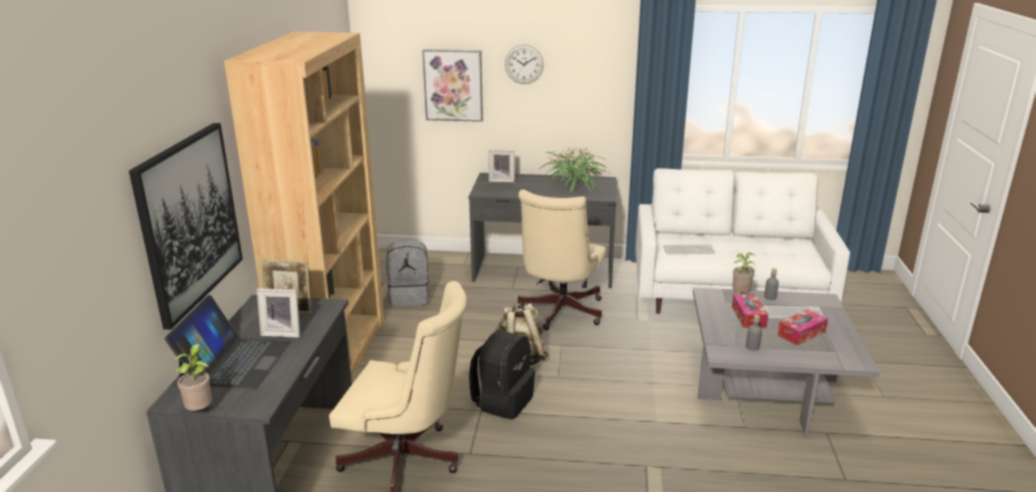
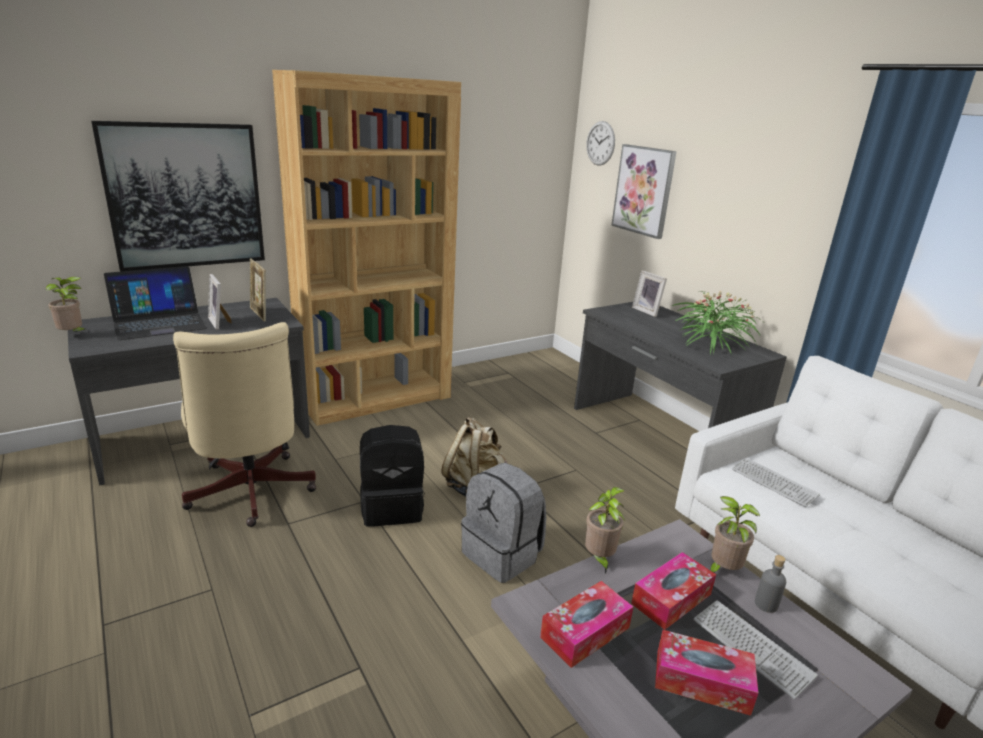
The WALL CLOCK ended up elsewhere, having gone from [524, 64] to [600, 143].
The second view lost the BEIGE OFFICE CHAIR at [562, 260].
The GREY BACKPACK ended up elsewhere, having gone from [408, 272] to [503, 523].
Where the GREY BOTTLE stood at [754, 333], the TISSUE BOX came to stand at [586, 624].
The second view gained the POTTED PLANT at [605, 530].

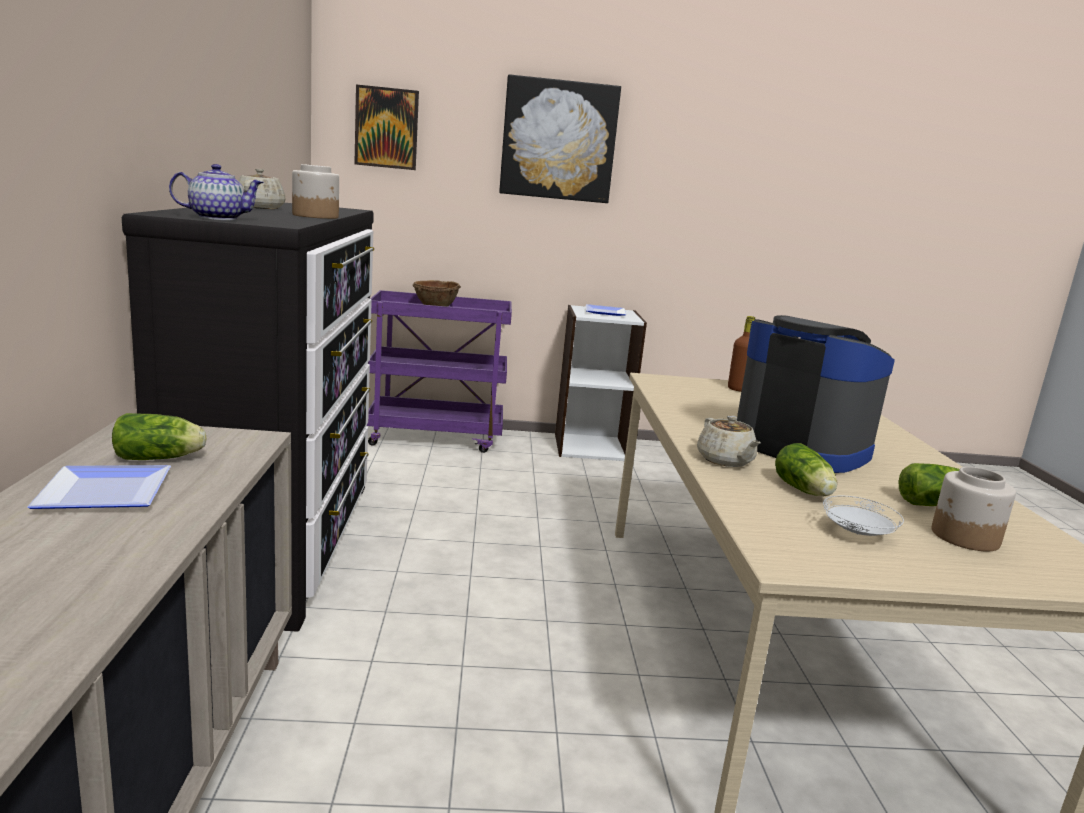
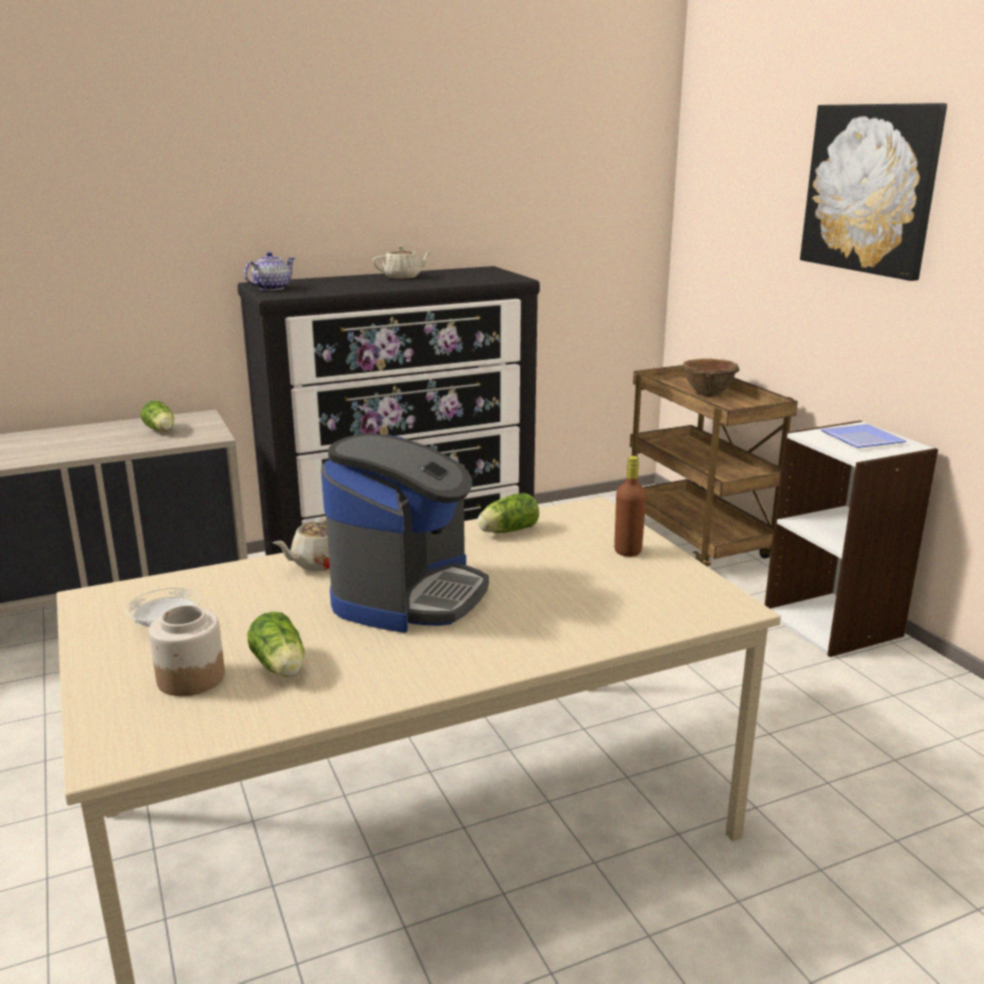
The second view lost the PICTURE at [386, 127].
The TEAPOT at [216, 192] ended up facing another way, 105 degrees counterclockwise from before.
The second view lost the JAR at [315, 191].
What was the PURPLE CART at [439, 371] turned into the BROWN CART at [714, 466].
The LETTUCE ended up elsewhere, having gone from [806, 469] to [508, 513].
The second view lost the PLATE at [99, 487].

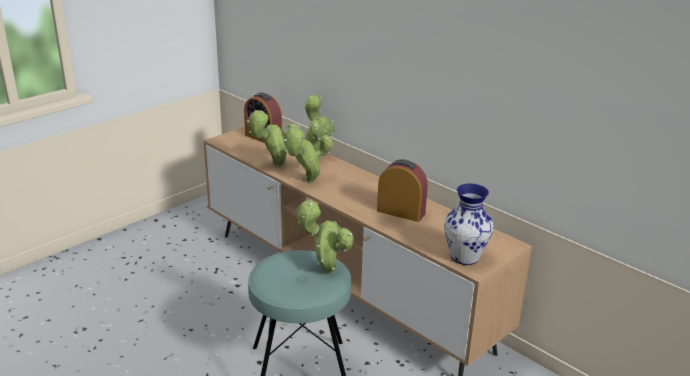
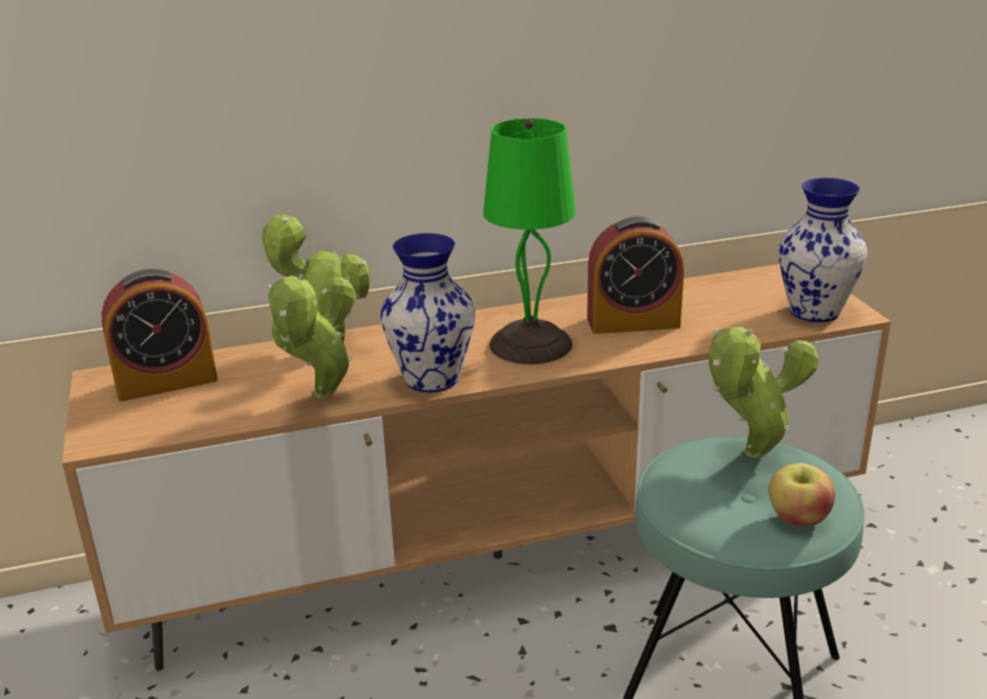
Where the POTTED PLANT stood at [308, 155], the VASE came to stand at [427, 313].
The ALARM CLOCK at [402, 190] ended up facing another way, 150 degrees counterclockwise from before.
The second view gained the GREEN TABLE LAMP at [529, 241].
The second view gained the APPLE at [801, 494].

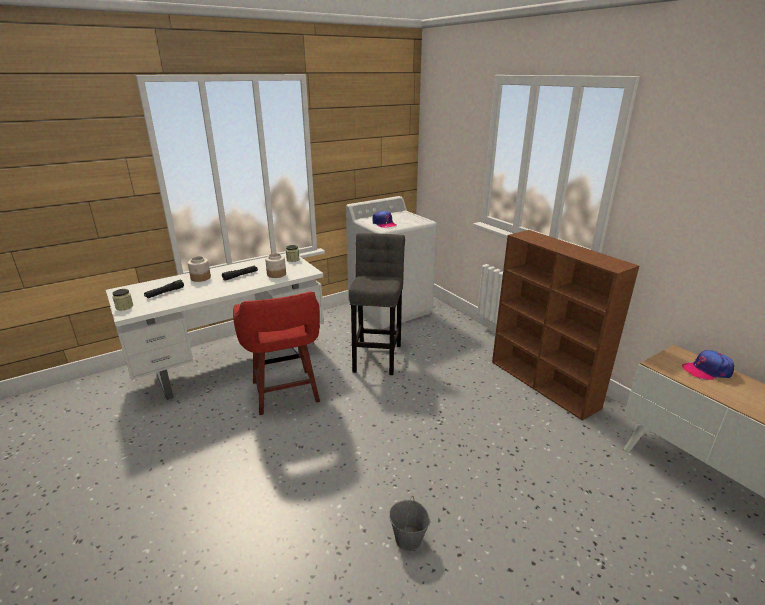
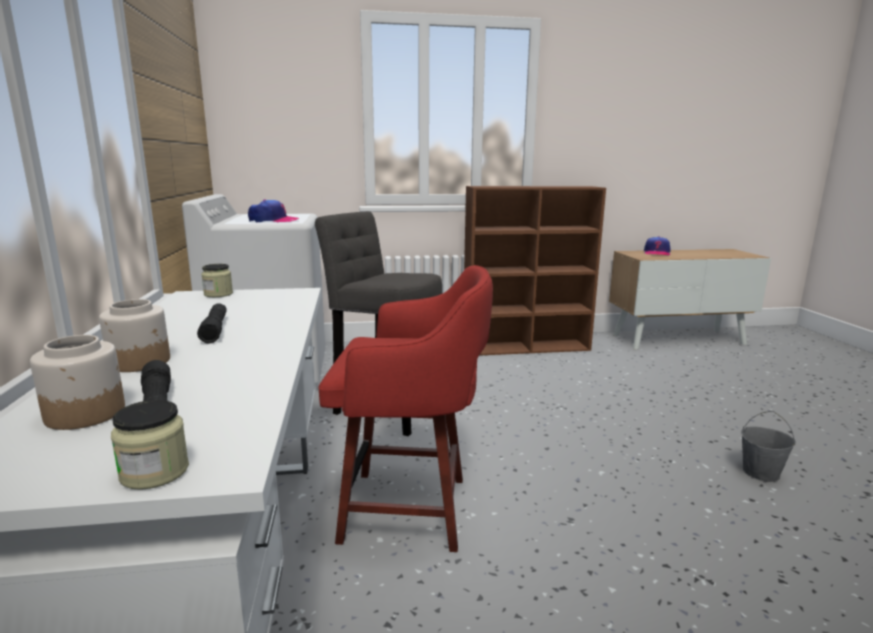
The JAR ended up elsewhere, having gone from [275, 265] to [77, 382].

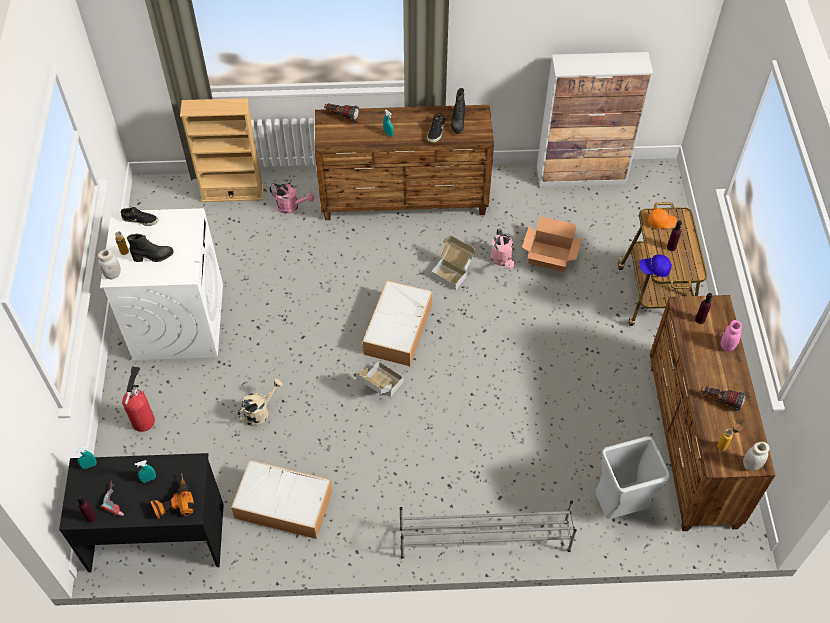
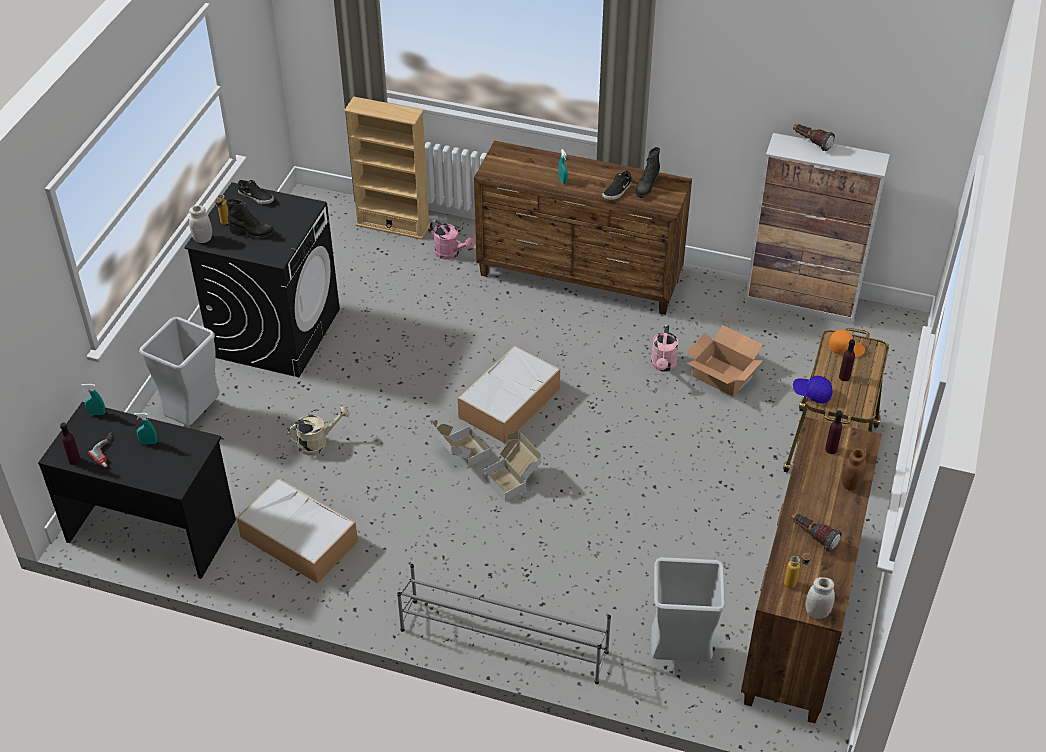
The FLASHLIGHT ended up elsewhere, having gone from [341, 113] to [814, 137].
What was the WHITE WASHING MACHINE at [161, 284] turned into the BLACK WASHING MACHINE at [262, 279].
The CARDBOARD BOX ended up elsewhere, having gone from [453, 263] to [512, 466].
What was the PINK JAR at [731, 336] turned into the BROWN JAR at [854, 469].
Where the FIRE EXTINGUISHER stood at [138, 399], the GREY TRASH CAN came to stand at [179, 371].
The second view lost the POWER DRILL at [172, 496].

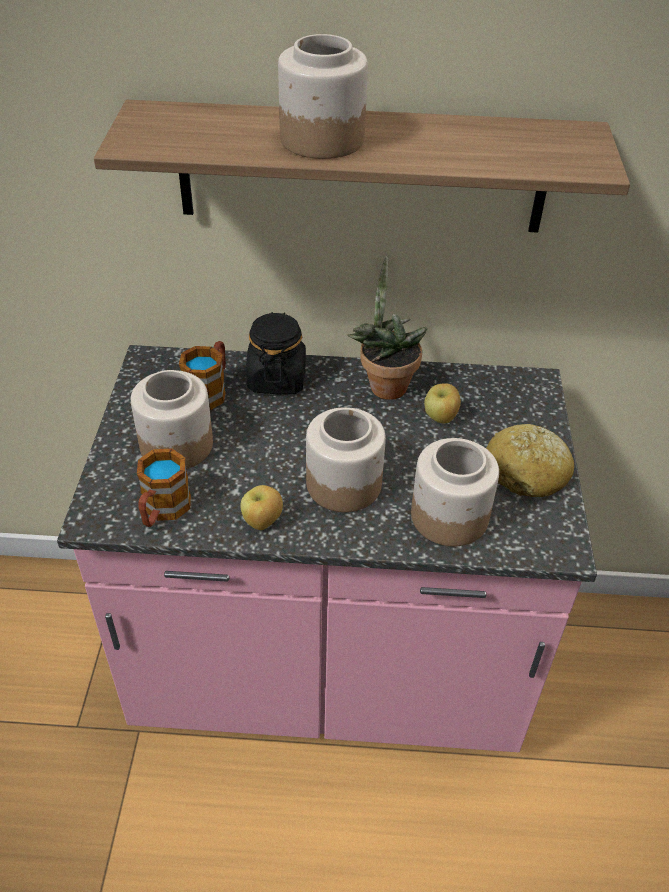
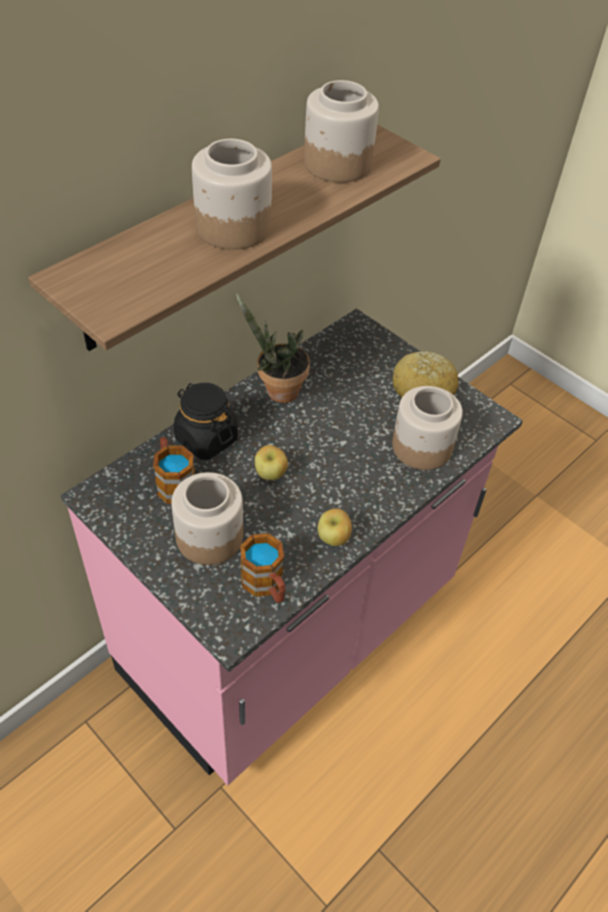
The APPLE ended up elsewhere, having gone from [442, 403] to [271, 462].
The JAR ended up elsewhere, having gone from [346, 459] to [341, 131].

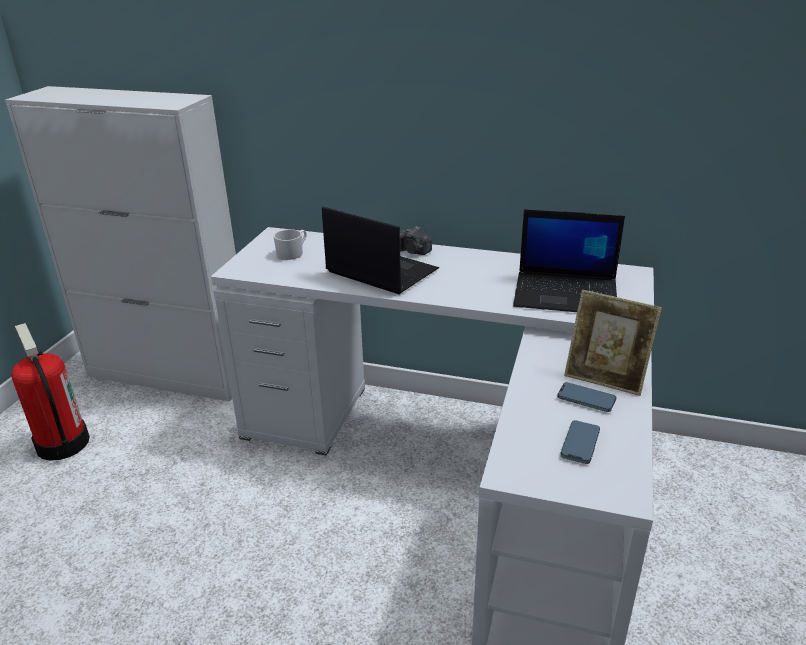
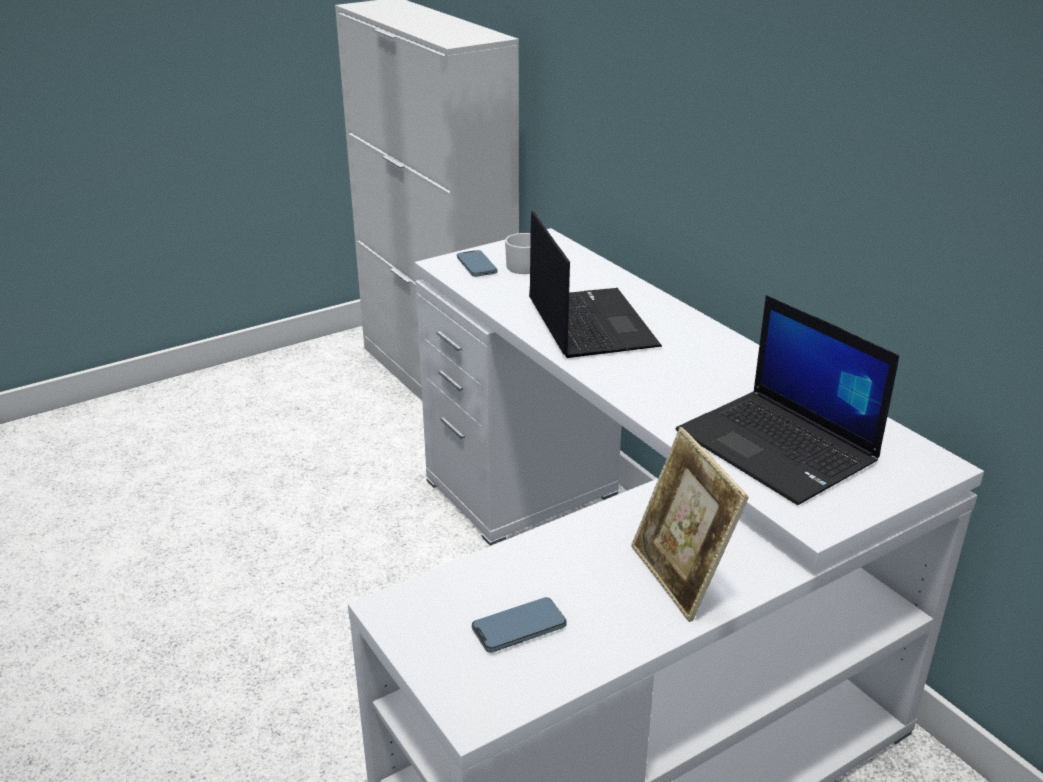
The second view lost the PHOTO CAMERA at [416, 240].
The second view lost the FIRE EXTINGUISHER at [50, 392].
The PHONE ended up elsewhere, having gone from [586, 397] to [477, 263].

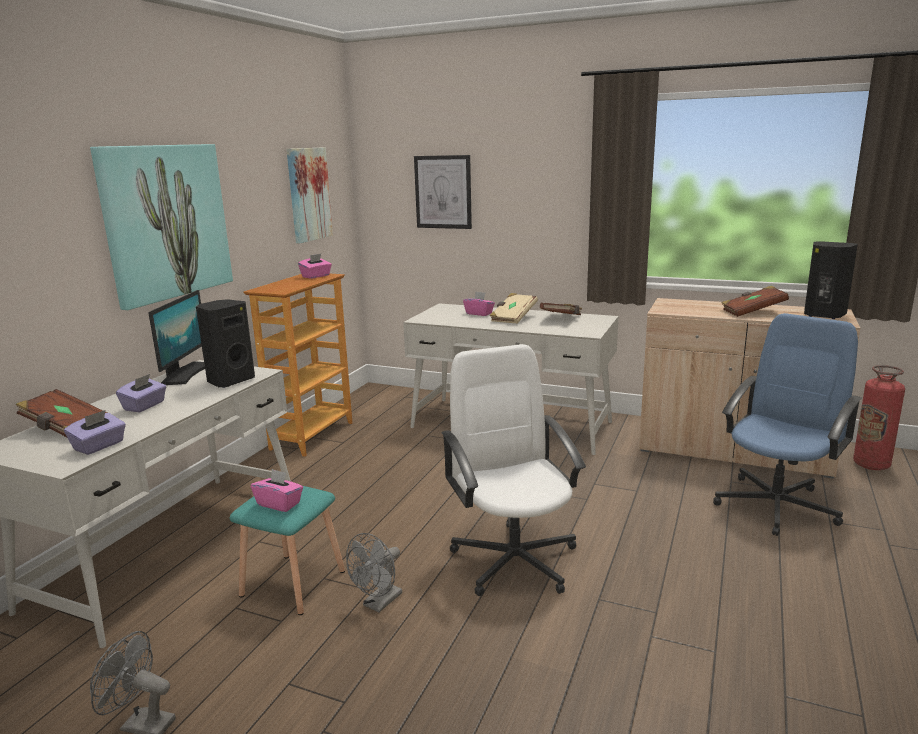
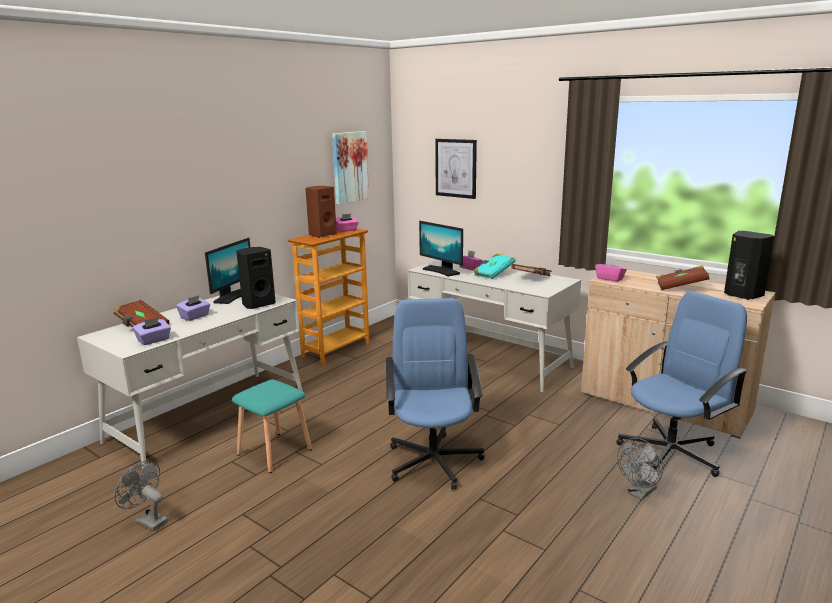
The second view lost the PICTURE at [161, 227].
What was the BEIGE BOOK at [513, 308] turned into the TURQUOISE BOOK at [494, 266].
What was the WHITE OFFICE CHAIR at [513, 470] turned into the BLUE OFFICE CHAIR at [435, 394].
The second view lost the FIRE EXTINGUISHER at [879, 417].
The PINK TISSUE BOX ended up elsewhere, having gone from [277, 490] to [611, 269].
The GREY FAN ended up elsewhere, having gone from [374, 573] to [640, 469].
The second view gained the BROWN SPEAKER at [321, 212].
The second view gained the MONITOR at [441, 248].

